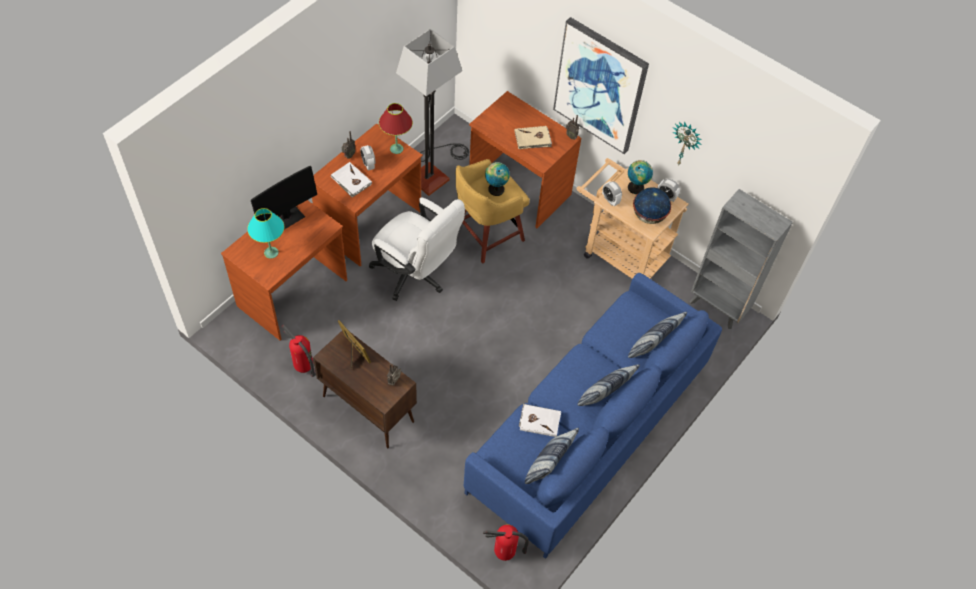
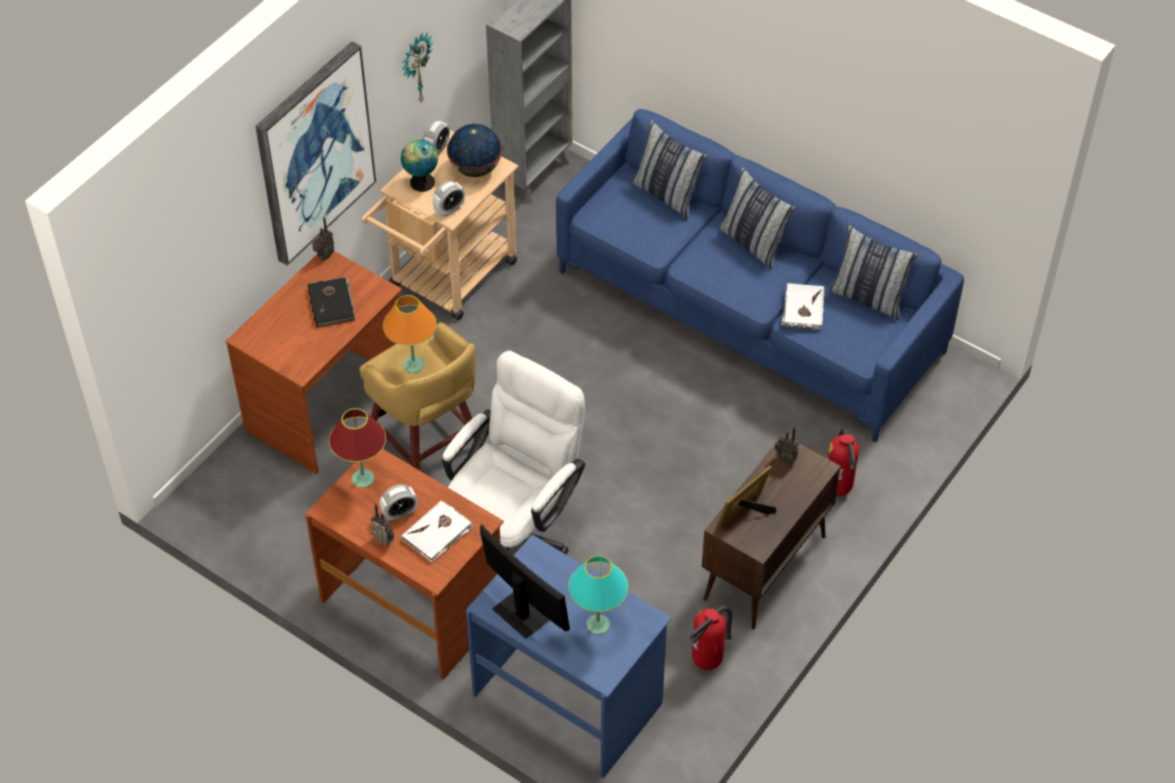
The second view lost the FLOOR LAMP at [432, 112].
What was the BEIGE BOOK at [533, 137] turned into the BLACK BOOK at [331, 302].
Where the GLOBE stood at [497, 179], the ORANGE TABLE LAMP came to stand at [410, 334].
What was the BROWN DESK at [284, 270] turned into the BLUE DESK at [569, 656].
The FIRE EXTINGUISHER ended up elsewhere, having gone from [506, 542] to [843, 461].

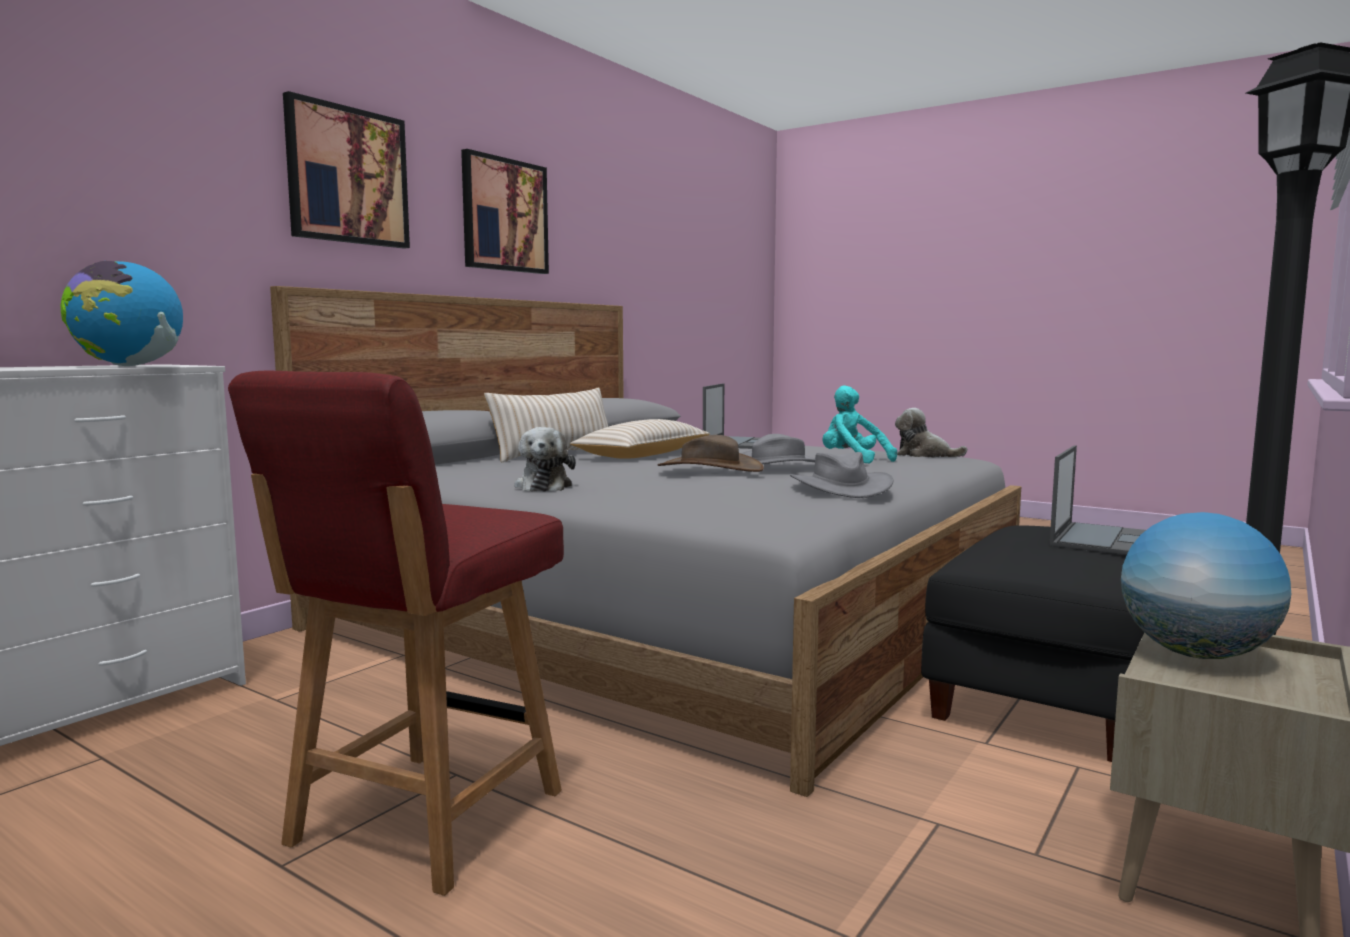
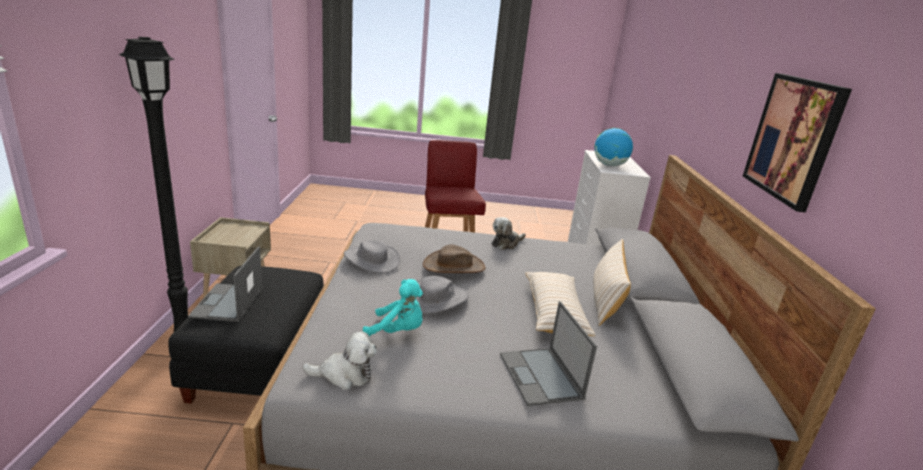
The second view lost the PICTURE at [346, 170].
The PLUSH TOY at [545, 459] ended up facing another way, 90 degrees counterclockwise from before.
The second view lost the GLOBE at [1206, 585].

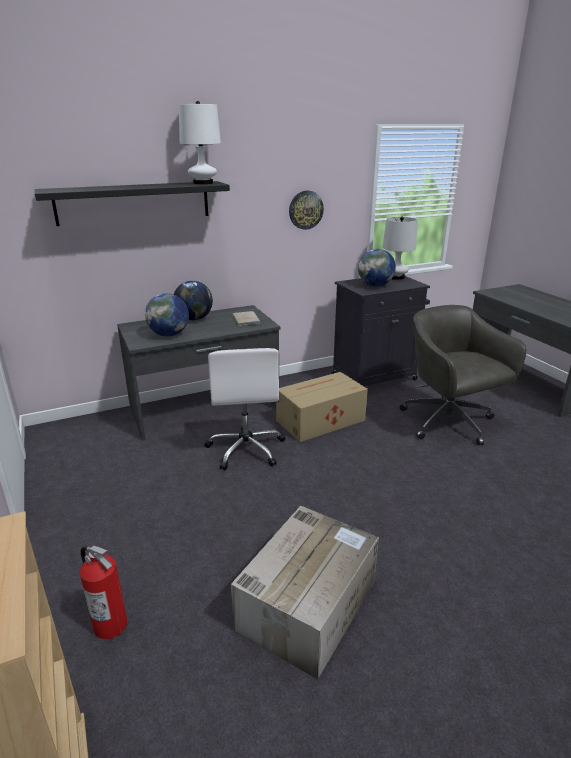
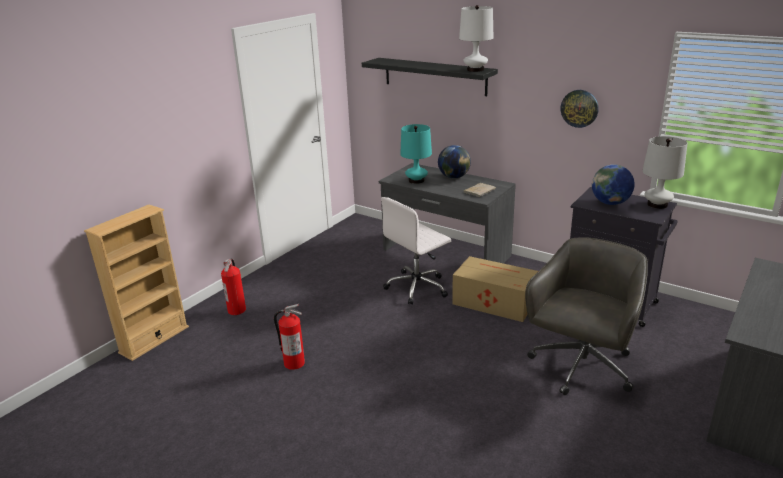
Where the GLOBE stood at [167, 314], the TURQUOISE TABLE LAMP came to stand at [416, 154].
Where the CARDBOARD BOX stood at [305, 593], the FIRE EXTINGUISHER came to stand at [289, 337].

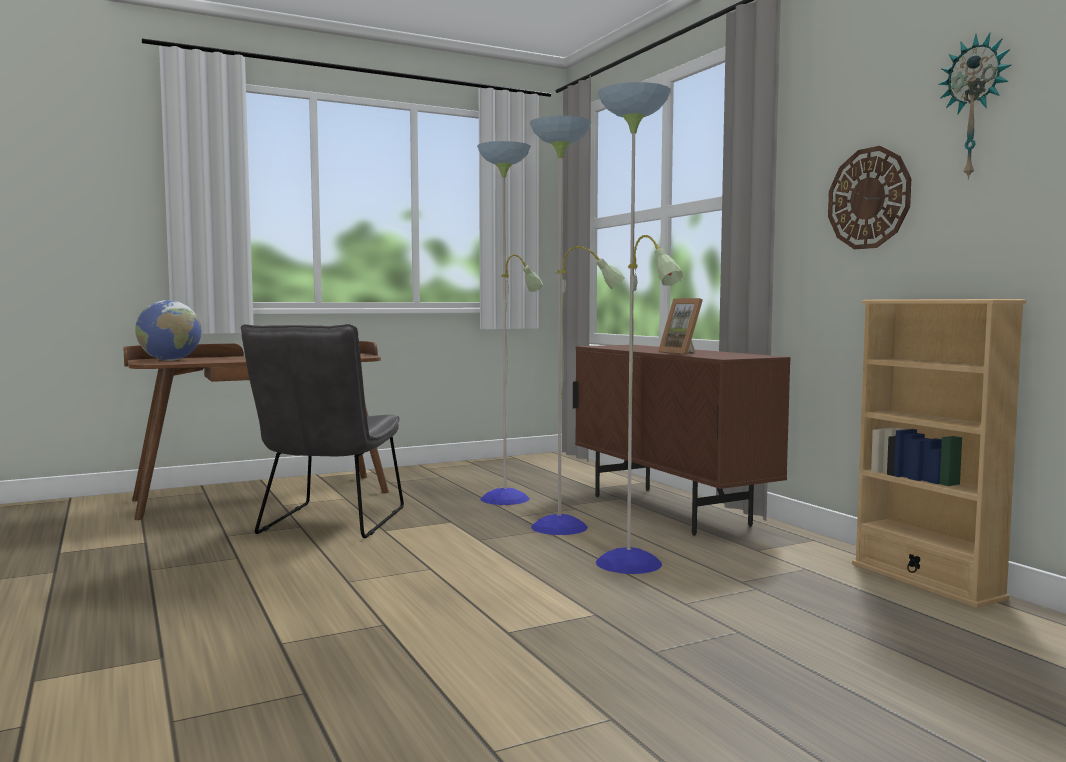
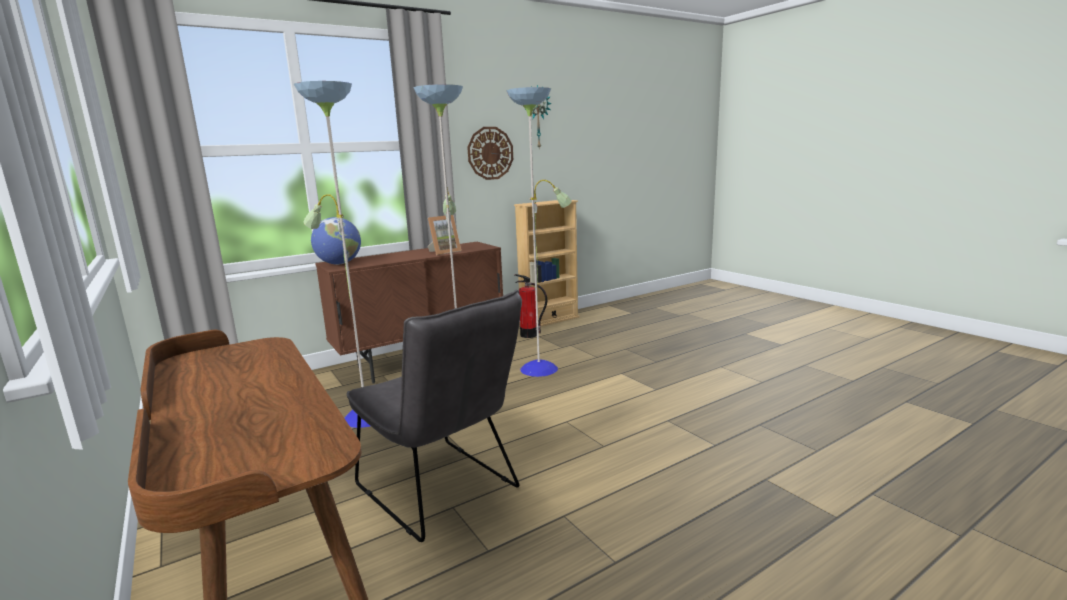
The GLOBE ended up elsewhere, having gone from [168, 330] to [336, 241].
The GREY CHAIR at [322, 431] ended up facing another way, 45 degrees clockwise from before.
The second view gained the FIRE EXTINGUISHER at [531, 306].

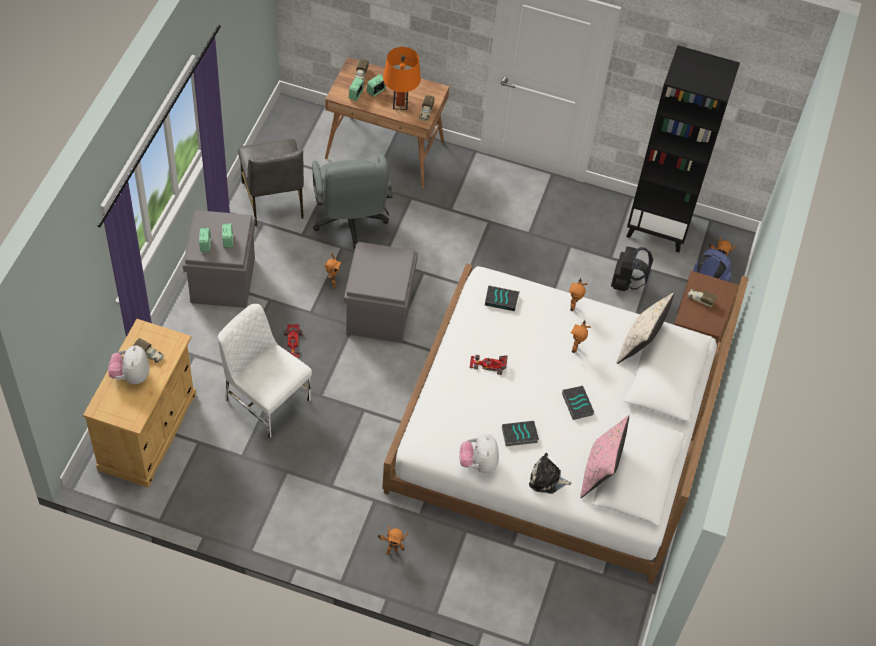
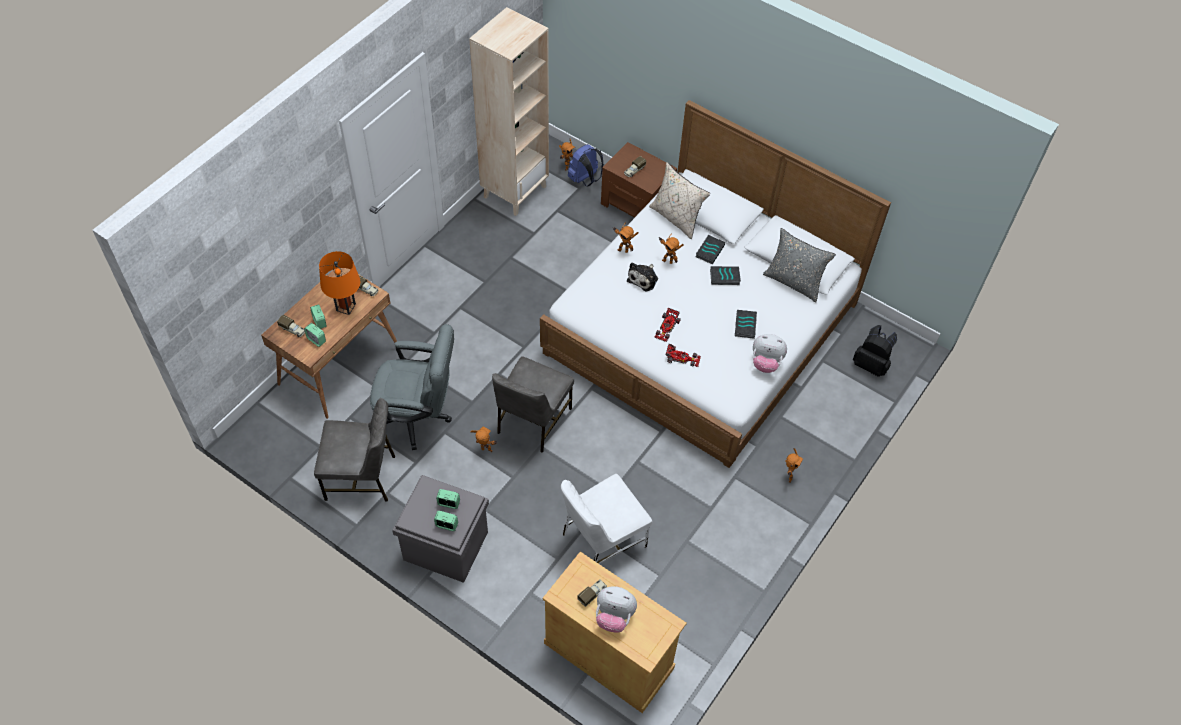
What was the BLACK BOOKCASE at [683, 149] turned into the BEIGE BOOKCASE at [509, 111].
Where the GREY STORAGE BOX stood at [381, 292], the GREY CHAIR came to stand at [533, 404].
The BLACK BACKPACK ended up elsewhere, having gone from [632, 269] to [875, 351].
The BOOK ended up elsewhere, having gone from [502, 298] to [710, 249].
The TOY CAR ended up elsewhere, having gone from [293, 341] to [683, 355].
What was the PINK PILLOW at [604, 456] turned into the GREY PILLOW at [799, 265].
The PLUSH TOY ended up elsewhere, having gone from [550, 473] to [642, 277].

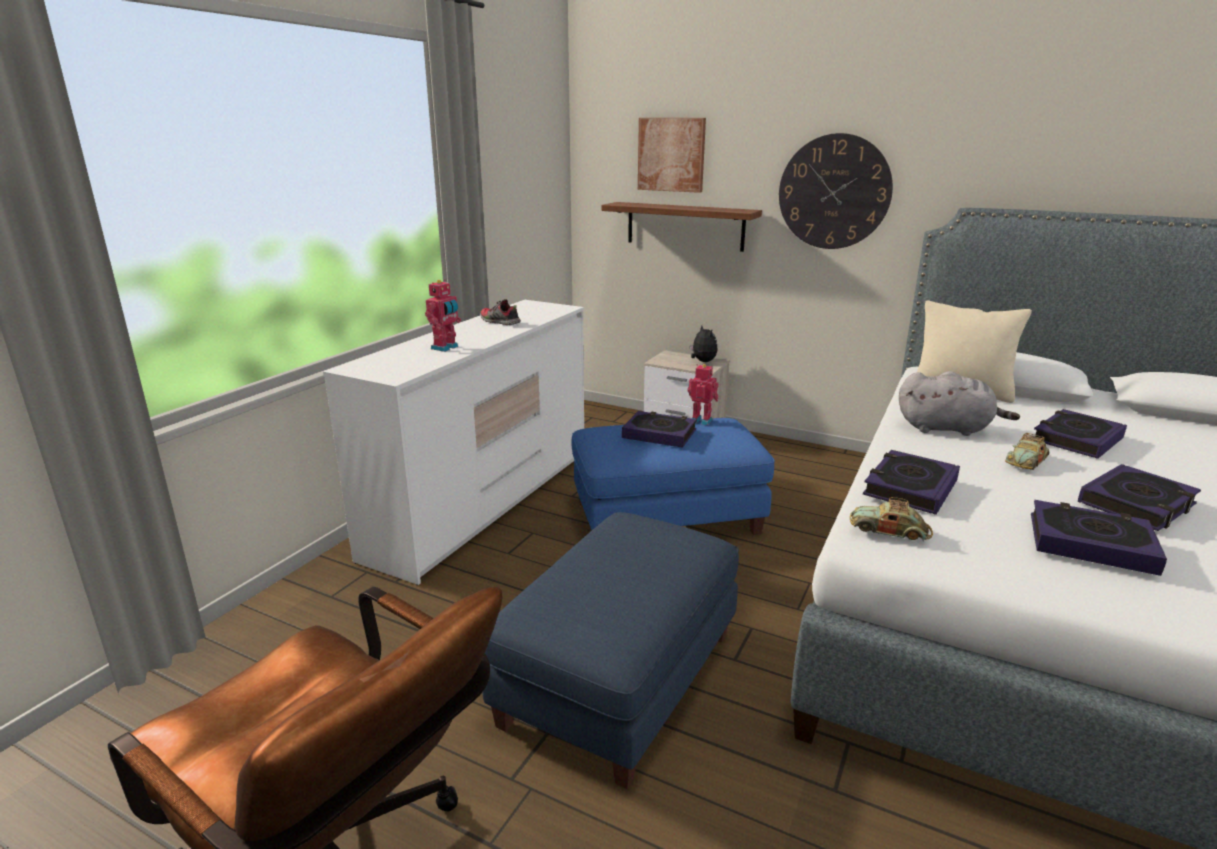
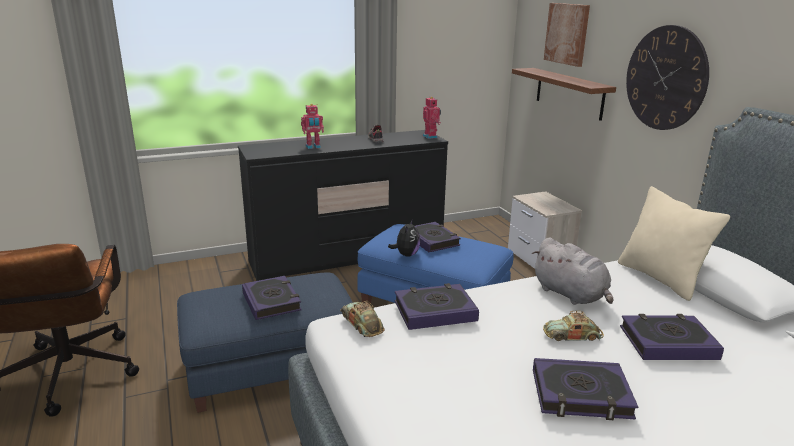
What was the WHITE DRESSER at [453, 442] turned into the BLACK DRESSER at [343, 205].
The PLUSH TOY ended up elsewhere, having gone from [704, 343] to [404, 238].
The TOY ROBOT ended up elsewhere, having gone from [703, 394] to [432, 118].
The BOOK ended up elsewhere, having gone from [1099, 538] to [272, 298].

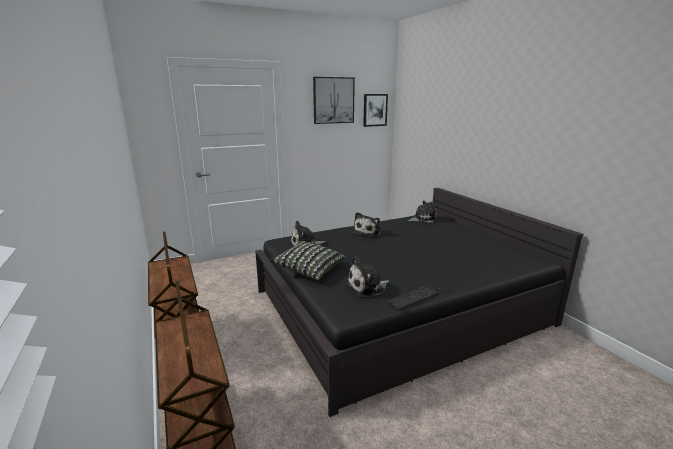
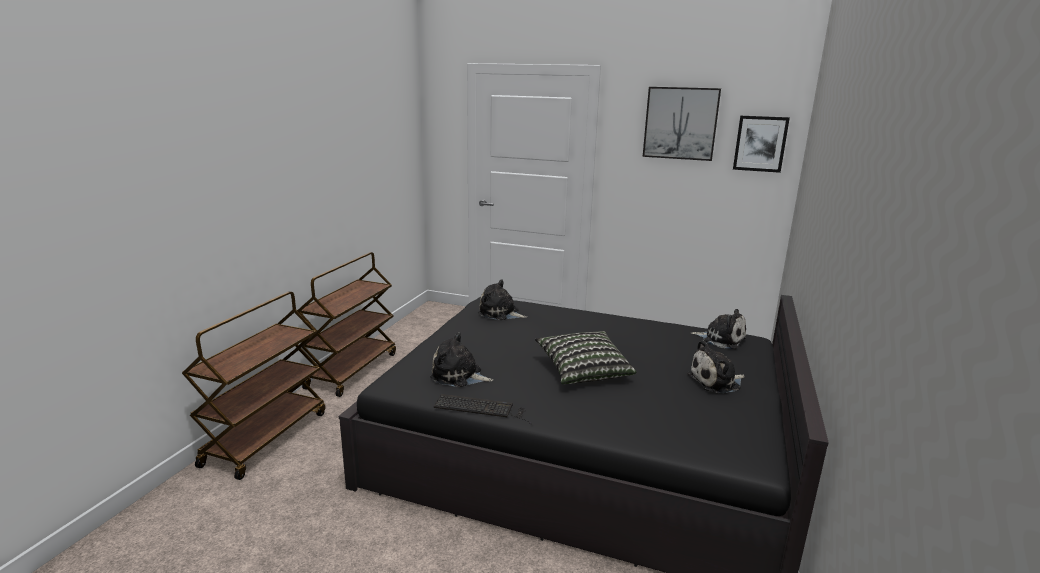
The PLUSH TOY ended up elsewhere, having gone from [367, 224] to [716, 367].
The PILLOW ended up elsewhere, having gone from [307, 261] to [585, 357].

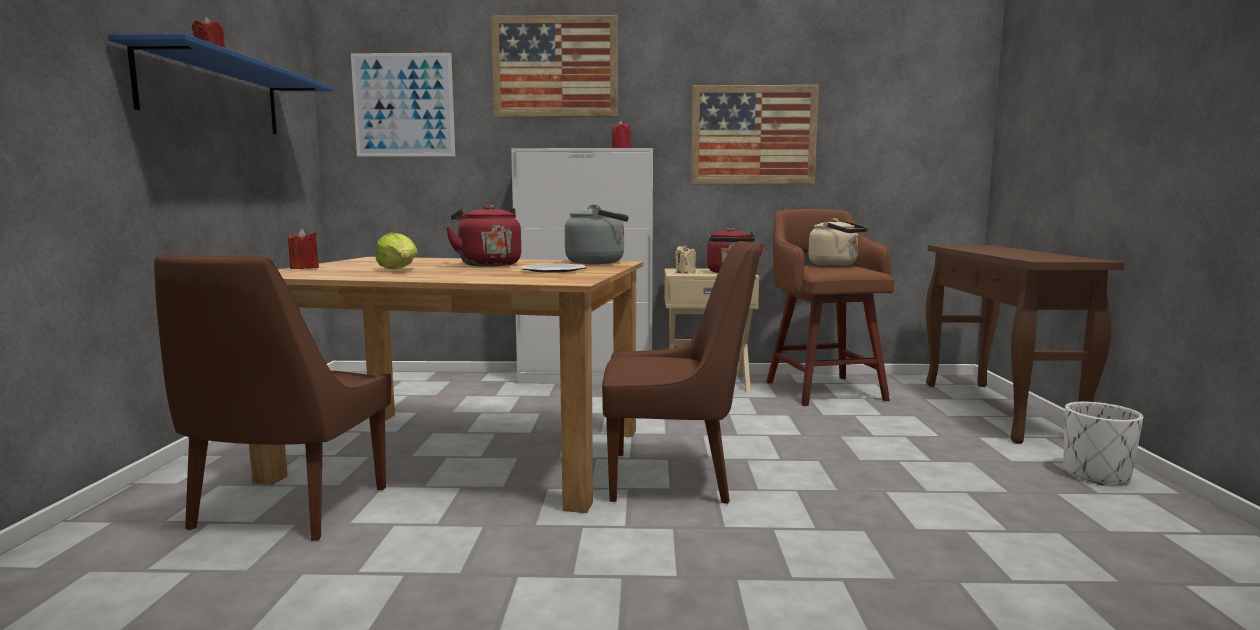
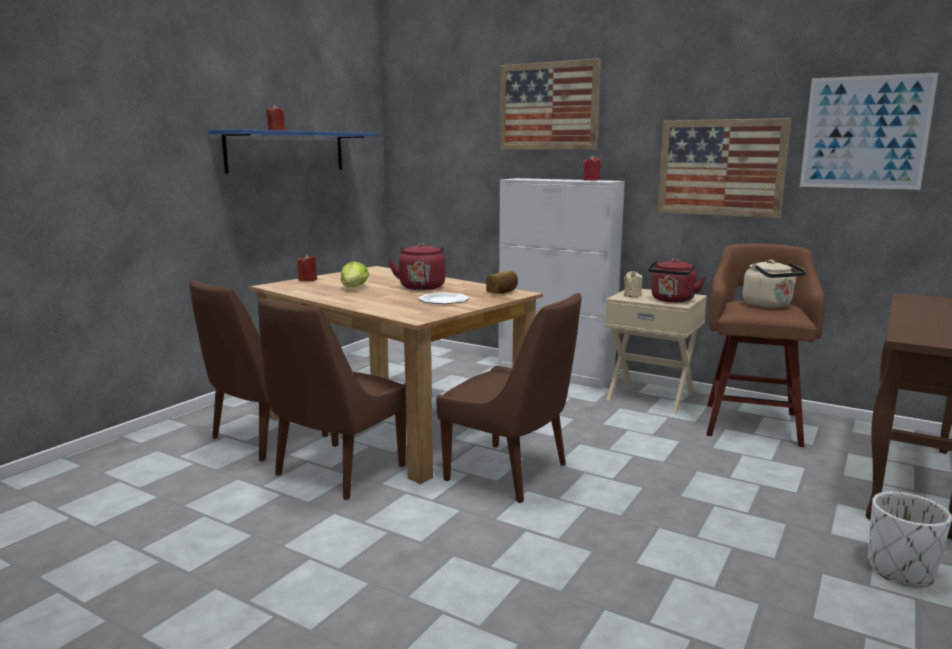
The PICTURE ended up elsewhere, having gone from [403, 104] to [869, 131].
Where the GREY KETTLE stood at [597, 234], the BREAD came to stand at [502, 282].
The second view gained the BROWN CHAIR at [332, 399].

